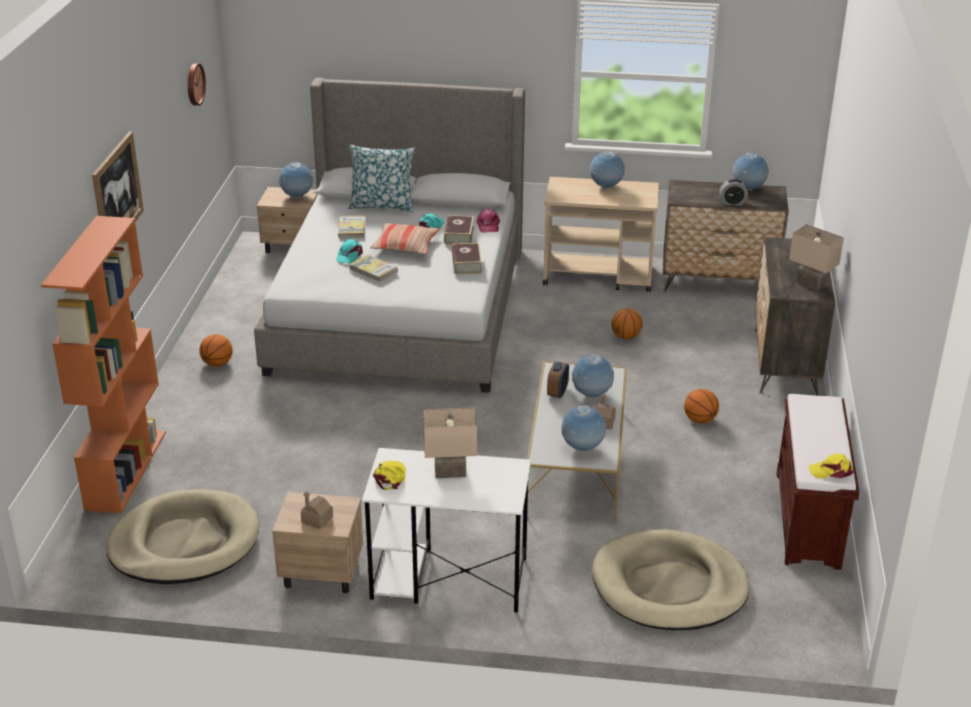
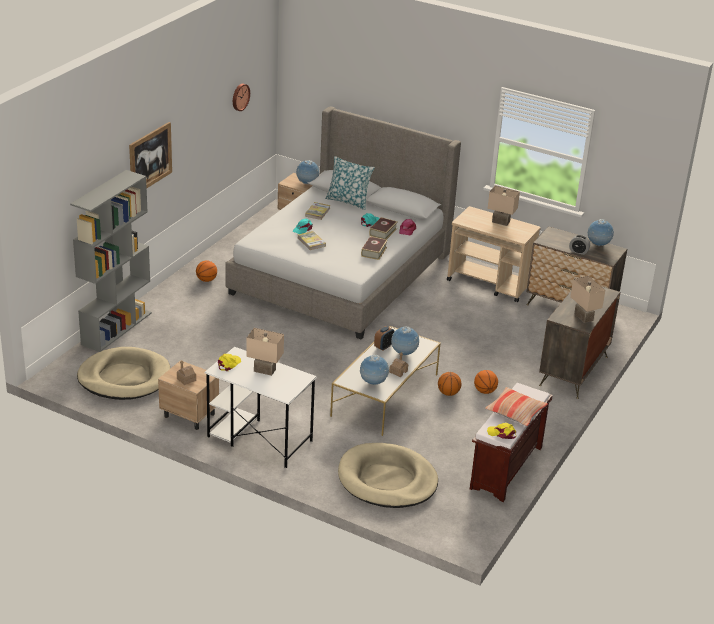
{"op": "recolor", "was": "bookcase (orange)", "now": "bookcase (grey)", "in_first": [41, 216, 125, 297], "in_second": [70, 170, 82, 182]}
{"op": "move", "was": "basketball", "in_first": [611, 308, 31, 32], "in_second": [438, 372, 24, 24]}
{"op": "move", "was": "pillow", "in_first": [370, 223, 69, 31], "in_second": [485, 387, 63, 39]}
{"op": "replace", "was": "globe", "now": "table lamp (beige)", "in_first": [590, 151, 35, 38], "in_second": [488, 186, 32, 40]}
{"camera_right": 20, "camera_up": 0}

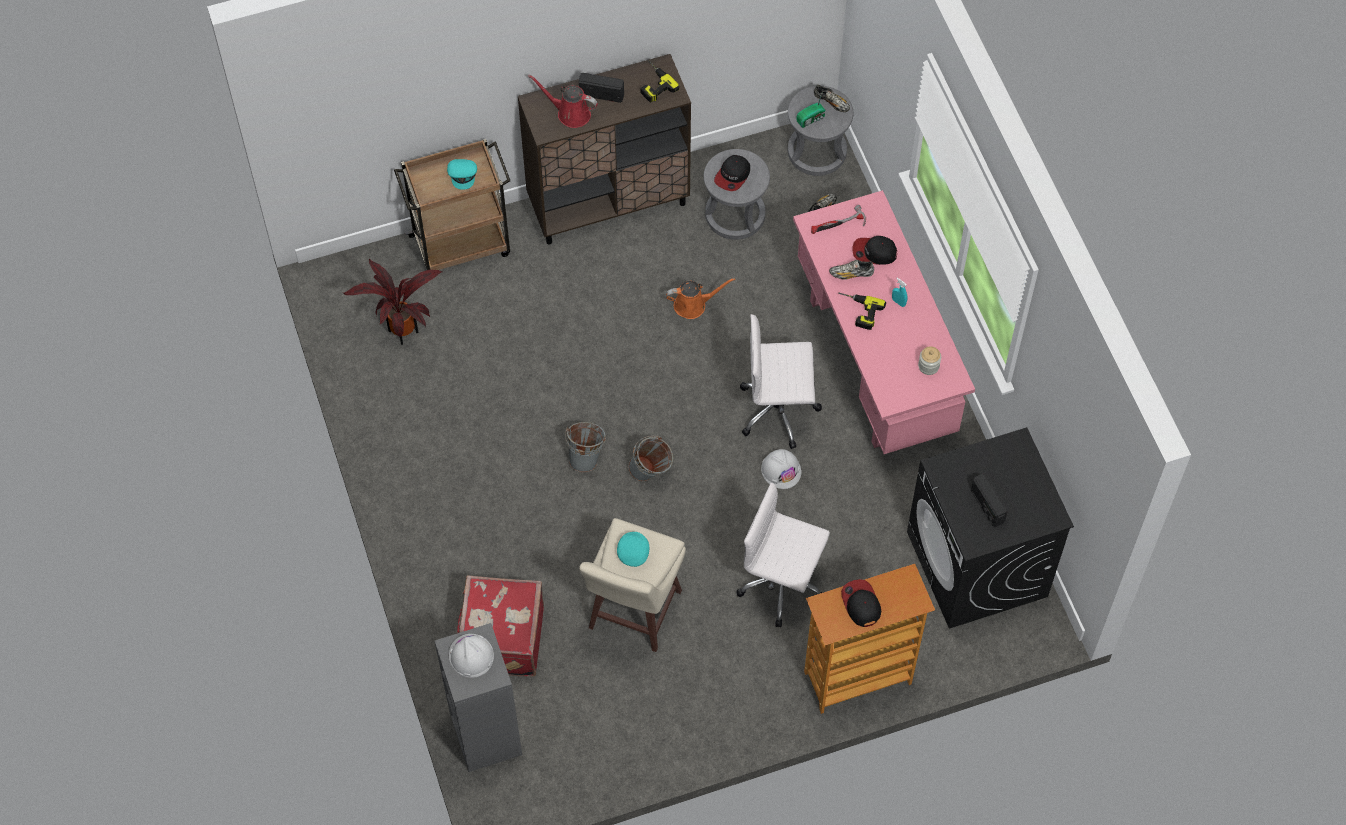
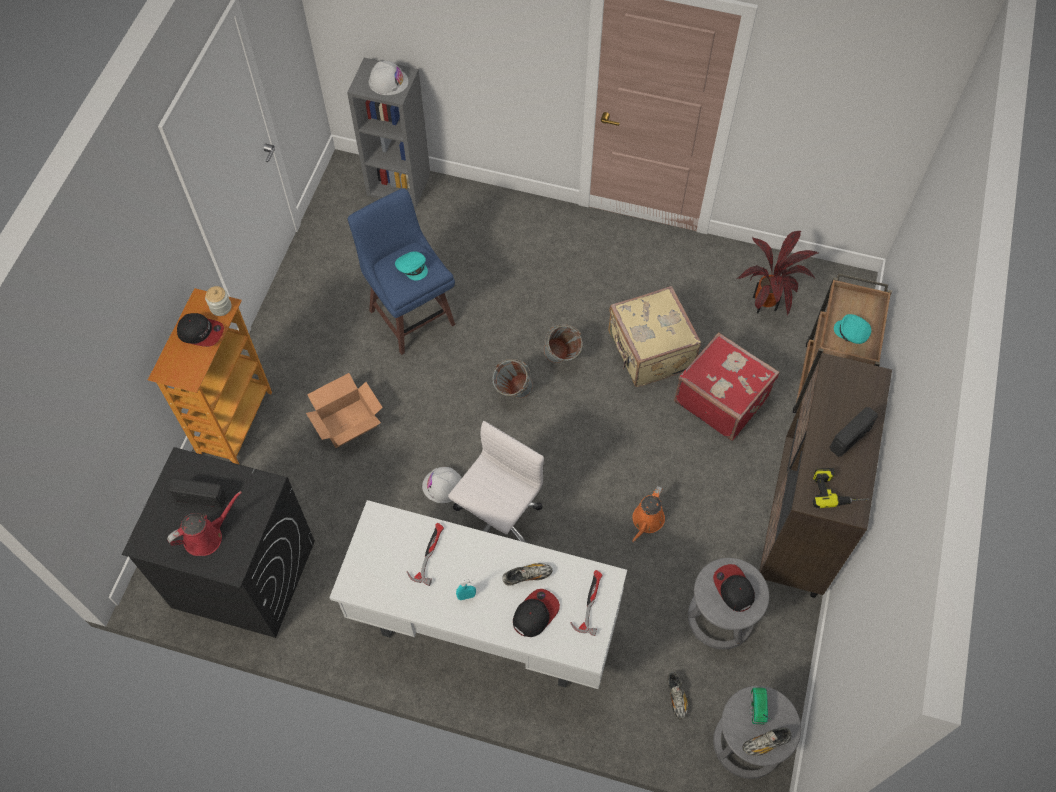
{"op": "move", "was": "watering can (red)", "in_first": [528, 75, 70, 53], "in_second": [167, 491, 75, 65]}
{"op": "move", "was": "jar", "in_first": [918, 346, 23, 29], "in_second": [205, 286, 26, 30]}
{"op": "replace", "was": "office chair (white)", "now": "cardboard box", "in_first": [736, 482, 94, 145], "in_second": [306, 373, 77, 75]}
{"op": "recolor", "was": "desk (pink)", "now": "desk (white)", "in_first": [793, 190, 182, 264], "in_second": [329, 500, 298, 189]}
{"op": "recolor", "was": "stool (beige)", "now": "stool (blue)", "in_first": [579, 518, 107, 134], "in_second": [348, 188, 108, 167]}
{"op": "insert", "now": "hammer", "in_second": [407, 523, 37, 63]}
{"op": "rotate", "was": "shoe", "in_first": [829, 260, 45, 20], "in_second": [502, 563, 50, 23], "clockwise": 45}
{"op": "insert", "now": "suitcase (beige)", "in_second": [608, 286, 93, 101]}
{"op": "move", "was": "suitcase (red)", "in_first": [456, 575, 88, 102], "in_second": [674, 332, 106, 109]}
{"op": "delete", "was": "power drill", "in_first": [838, 293, 48, 37]}
{"camera_right": 125, "camera_up": 0}

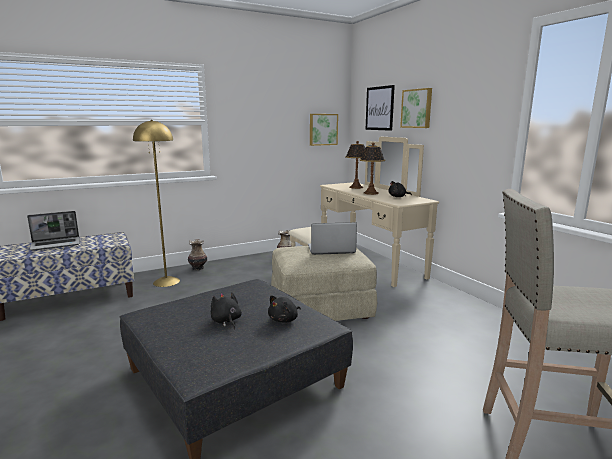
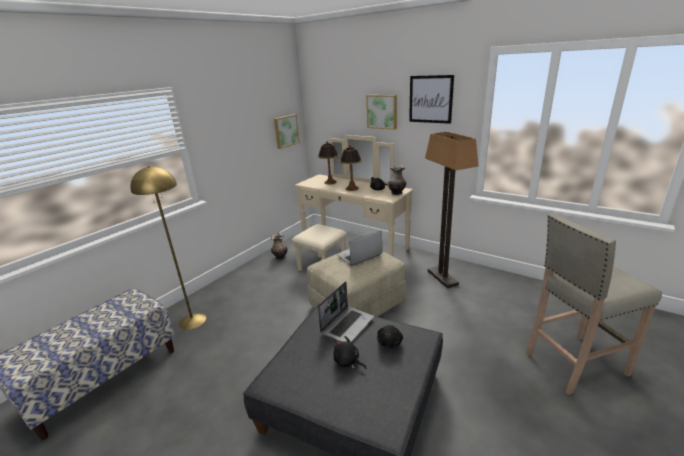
{"op": "move", "was": "laptop", "in_first": [27, 211, 53, 40], "in_second": [318, 281, 56, 61]}
{"op": "move", "was": "vase", "in_first": [188, 239, 19, 31], "in_second": [388, 165, 18, 30]}
{"op": "move", "was": "picture", "in_first": [365, 85, 30, 46], "in_second": [409, 75, 45, 49]}
{"op": "insert", "now": "floor lamp", "in_second": [425, 132, 54, 156]}
{"camera_right": -25, "camera_up": 10}

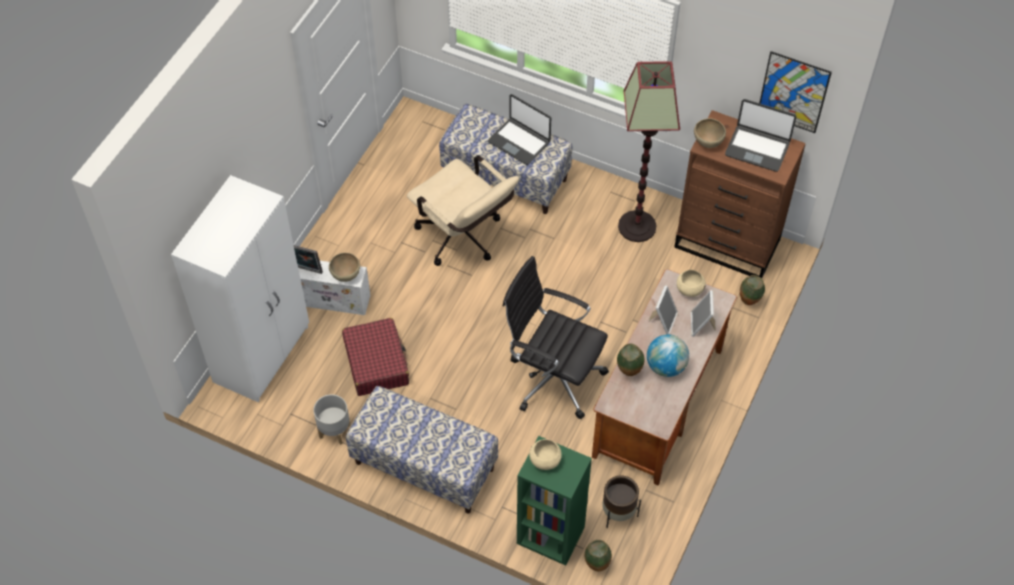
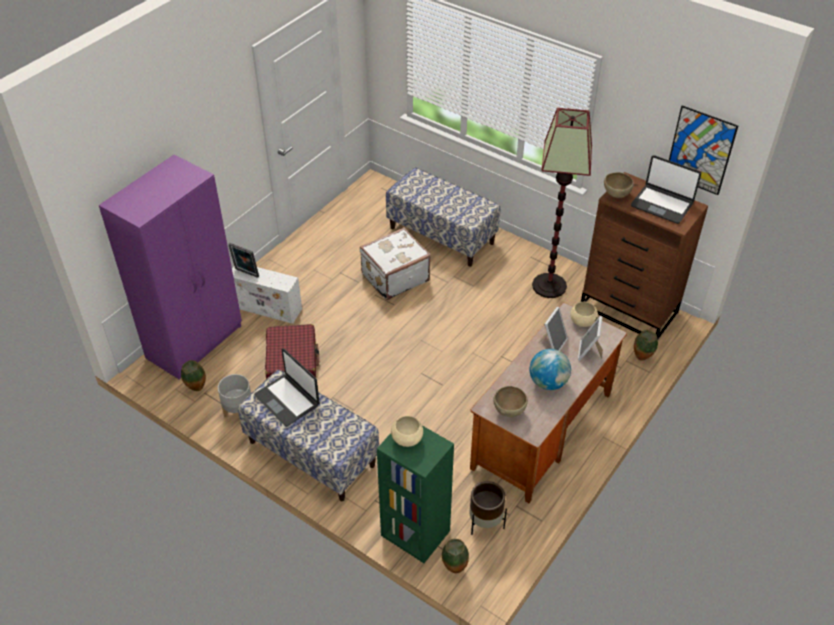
{"op": "recolor", "was": "wardrobe (white)", "now": "wardrobe (purple)", "in_first": [171, 175, 138, 227], "in_second": [99, 155, 143, 225]}
{"op": "move", "was": "vase", "in_first": [617, 344, 28, 32], "in_second": [181, 360, 25, 31]}
{"op": "move", "was": "laptop", "in_first": [488, 94, 63, 71], "in_second": [254, 348, 65, 79]}
{"op": "replace", "was": "office chair (beige)", "now": "suitcase (white)", "in_first": [407, 155, 112, 111], "in_second": [360, 227, 71, 73]}
{"op": "move", "was": "bowl (brown)", "in_first": [329, 253, 31, 29], "in_second": [493, 386, 35, 31]}
{"op": "delete", "was": "office chair (black)", "in_first": [503, 256, 106, 163]}
{"camera_right": 10, "camera_up": -10}

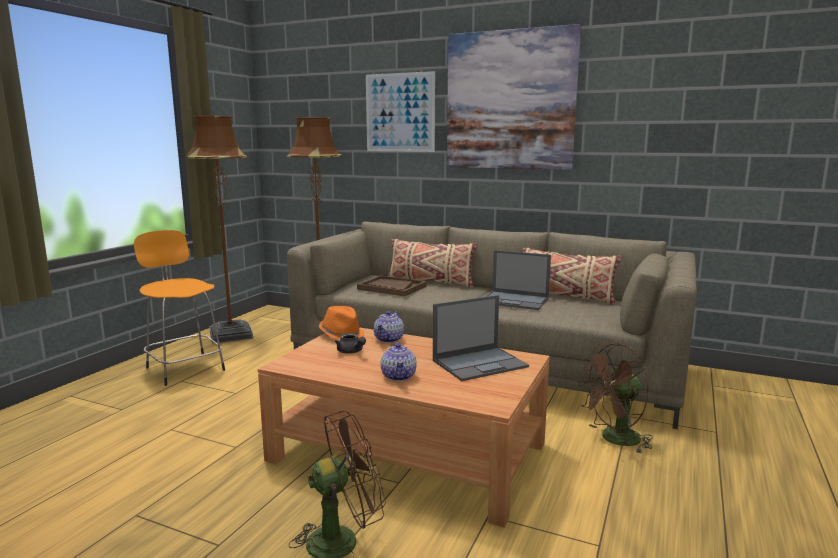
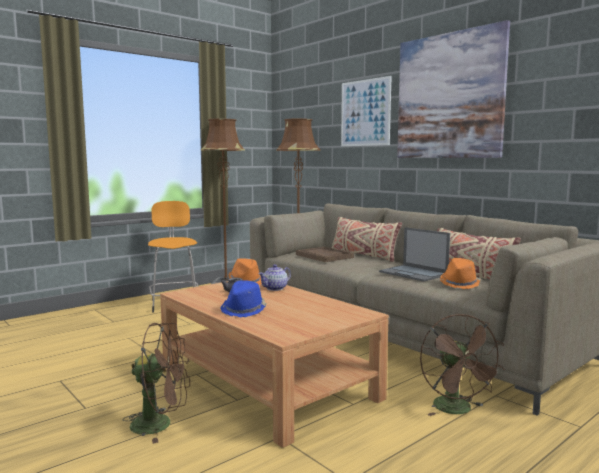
{"op": "replace", "was": "teapot", "now": "hat (blue)", "in_first": [380, 342, 37, 39], "in_second": [220, 280, 47, 37]}
{"op": "rotate", "was": "fan (brown)", "in_first": [577, 343, 76, 111], "in_second": [420, 314, 84, 102], "clockwise": -105}
{"op": "insert", "now": "hat (orange)", "in_second": [440, 258, 41, 31]}
{"op": "delete", "was": "laptop", "in_first": [433, 295, 96, 86]}
{"camera_right": 25, "camera_up": -5}

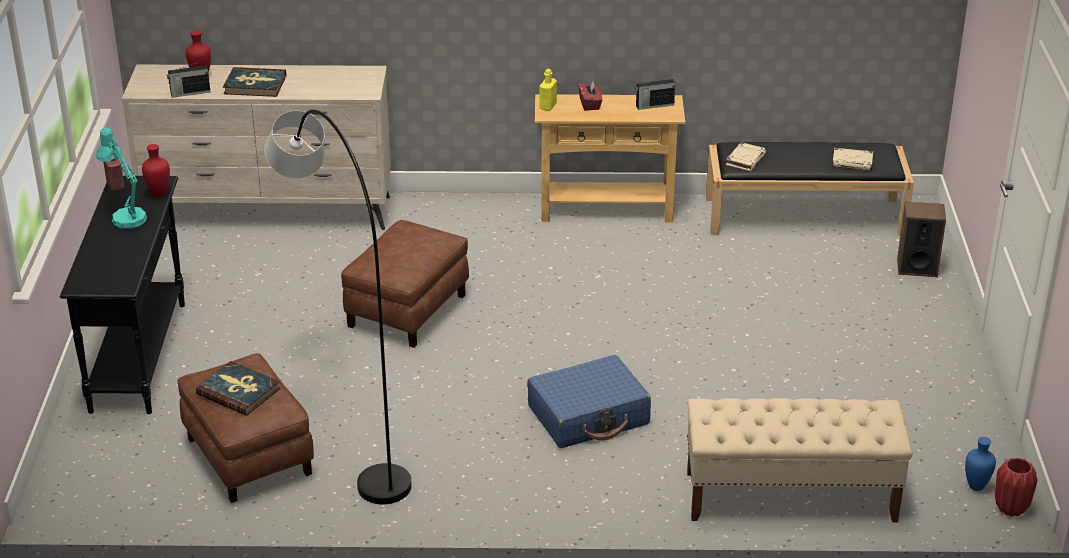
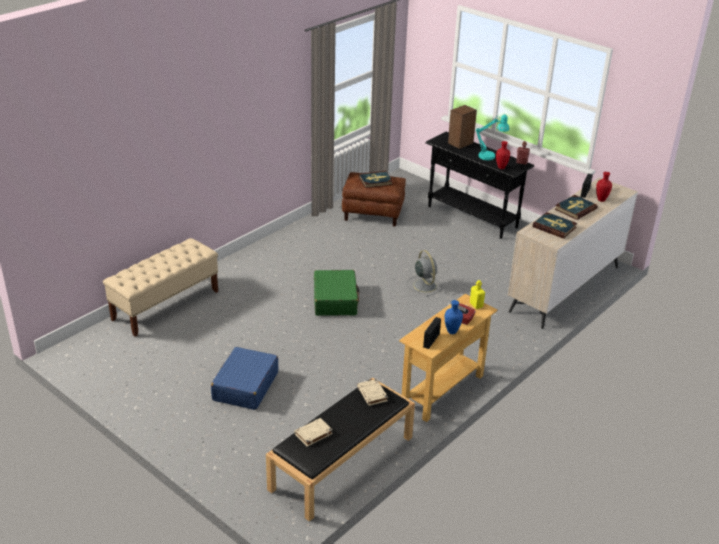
{"op": "move", "was": "suitcase (blue)", "in_first": [527, 355, 124, 93], "in_second": [211, 347, 67, 63]}
{"op": "insert", "now": "suitcase (green)", "in_second": [314, 270, 45, 46]}
{"op": "replace", "was": "ottoman (brown)", "now": "fan (grey)", "in_first": [341, 220, 128, 128], "in_second": [407, 250, 35, 47]}
{"op": "move", "was": "vase (blue)", "in_first": [965, 437, 31, 54], "in_second": [445, 300, 18, 34]}
{"op": "move", "was": "speaker", "in_first": [897, 202, 49, 75], "in_second": [448, 105, 29, 44]}
{"op": "insert", "now": "book", "in_second": [533, 212, 44, 27]}
{"op": "delete", "was": "floor lamp (grey)", "in_first": [264, 110, 148, 395]}
{"op": "delete", "was": "vase (red)", "in_first": [995, 458, 43, 59]}
{"camera_right": 130, "camera_up": 0}

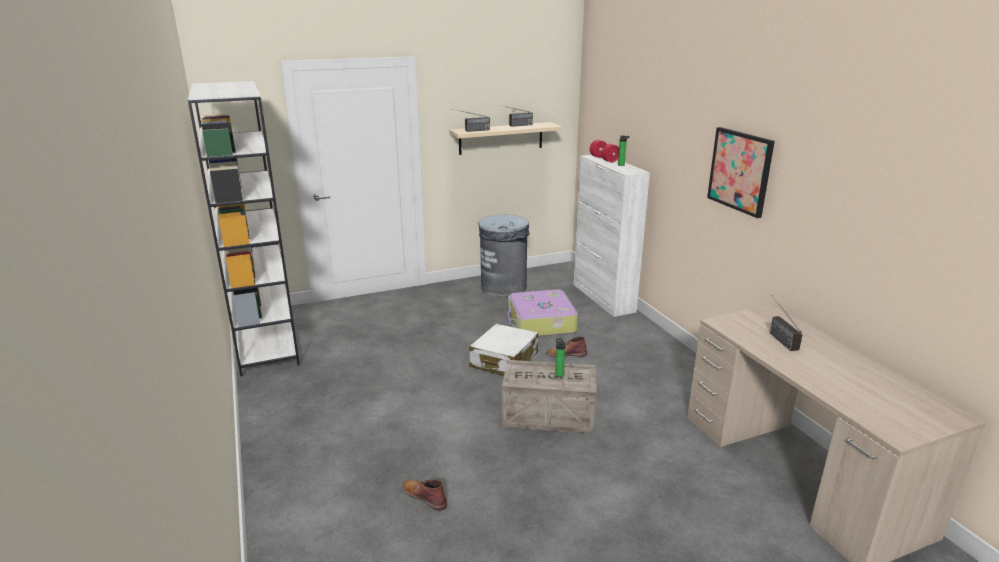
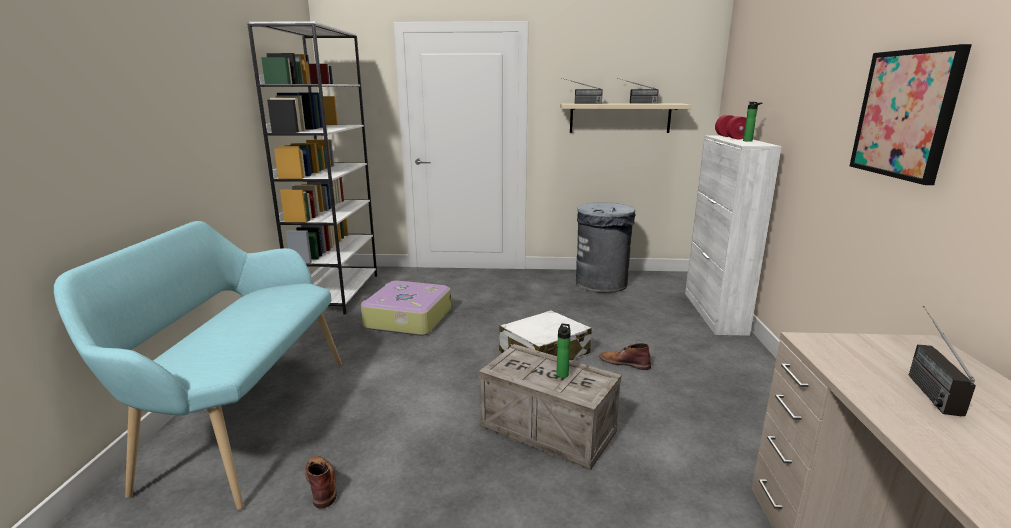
{"op": "insert", "now": "bench (turquoise)", "in_second": [54, 221, 288, 289]}
{"op": "move", "was": "suitcase", "in_first": [507, 290, 71, 47], "in_second": [361, 281, 90, 55]}
{"camera_right": 25, "camera_up": -5}

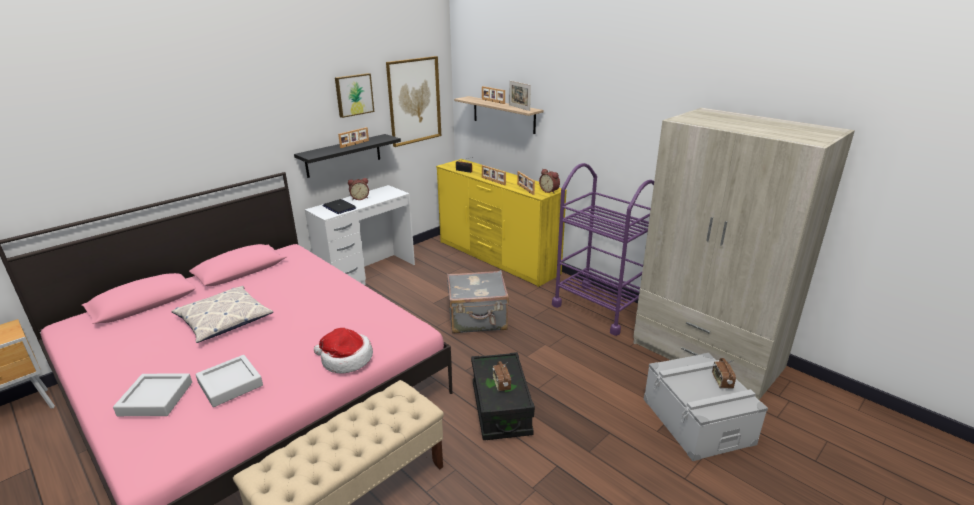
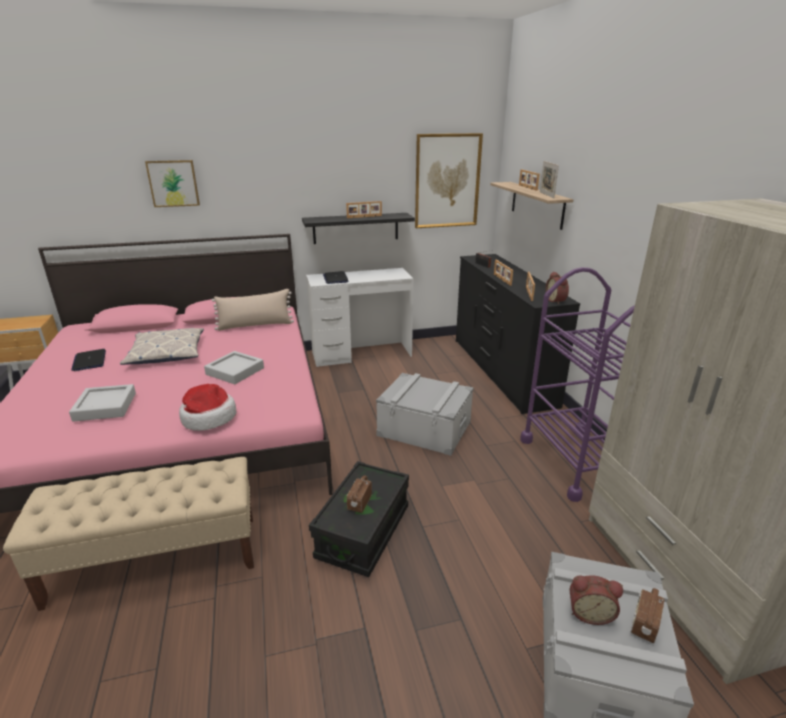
{"op": "insert", "now": "laptop", "in_second": [71, 349, 35, 22]}
{"op": "move", "was": "picture", "in_first": [335, 73, 39, 45], "in_second": [145, 160, 55, 47]}
{"op": "move", "was": "tray (grey)", "in_first": [113, 373, 79, 43], "in_second": [204, 351, 60, 33]}
{"op": "insert", "now": "pillow (beige)", "in_second": [212, 289, 82, 42]}
{"op": "replace", "was": "suitcase (grey)", "now": "storage box (grey)", "in_first": [447, 270, 62, 64], "in_second": [376, 373, 98, 83]}
{"op": "recolor", "was": "dresser (yellow)", "now": "dresser (black)", "in_first": [436, 159, 131, 128], "in_second": [456, 254, 124, 160]}
{"op": "move", "was": "alarm clock", "in_first": [348, 178, 21, 22], "in_second": [570, 575, 53, 50]}
{"camera_right": 30, "camera_up": 0}

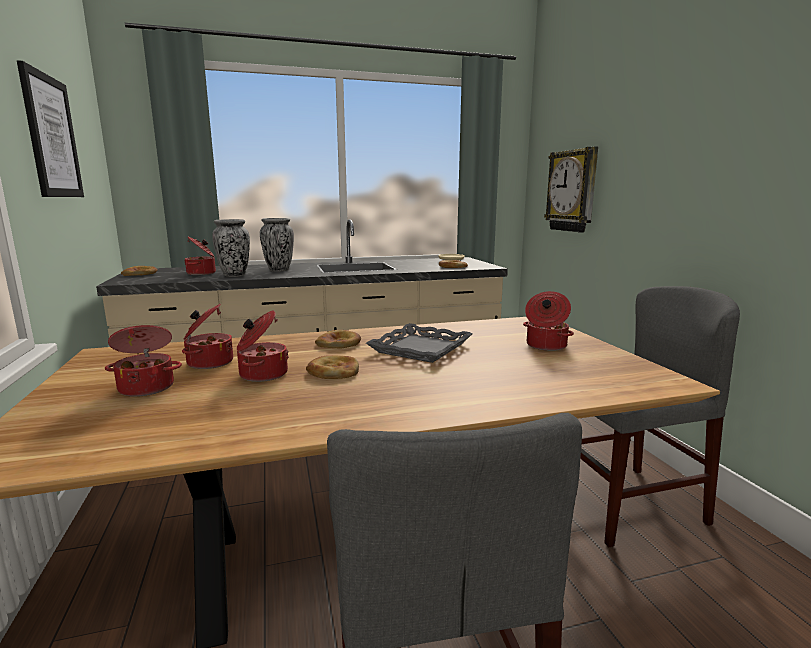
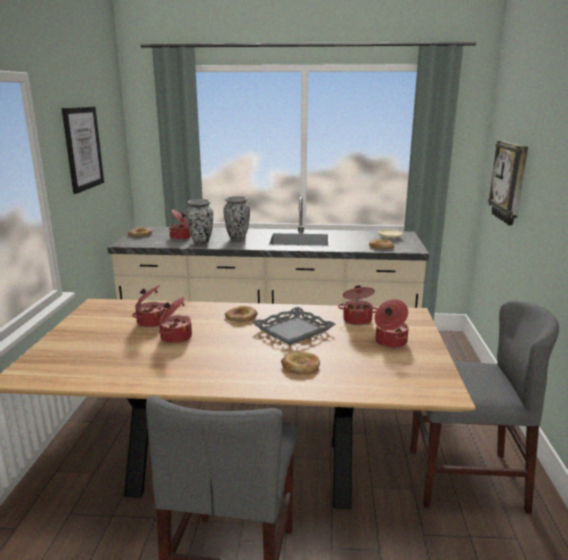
{"op": "move", "was": "bread", "in_first": [306, 355, 53, 24], "in_second": [281, 351, 39, 24]}
{"op": "move", "was": "cooking pot", "in_first": [105, 325, 77, 72], "in_second": [338, 285, 40, 40]}
{"camera_right": 20, "camera_up": 5}

